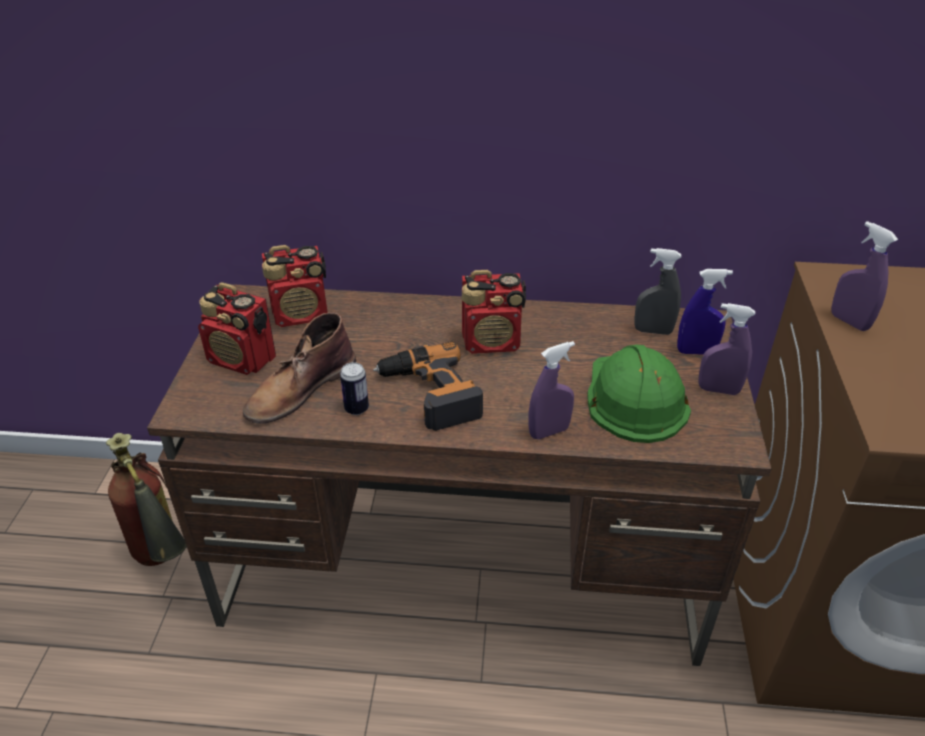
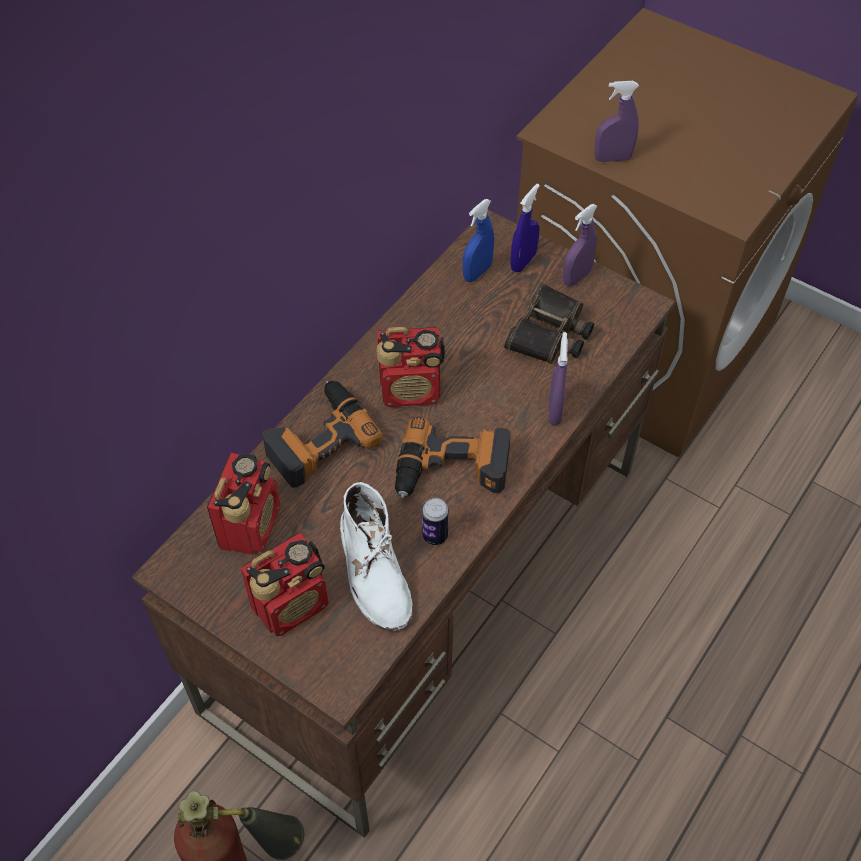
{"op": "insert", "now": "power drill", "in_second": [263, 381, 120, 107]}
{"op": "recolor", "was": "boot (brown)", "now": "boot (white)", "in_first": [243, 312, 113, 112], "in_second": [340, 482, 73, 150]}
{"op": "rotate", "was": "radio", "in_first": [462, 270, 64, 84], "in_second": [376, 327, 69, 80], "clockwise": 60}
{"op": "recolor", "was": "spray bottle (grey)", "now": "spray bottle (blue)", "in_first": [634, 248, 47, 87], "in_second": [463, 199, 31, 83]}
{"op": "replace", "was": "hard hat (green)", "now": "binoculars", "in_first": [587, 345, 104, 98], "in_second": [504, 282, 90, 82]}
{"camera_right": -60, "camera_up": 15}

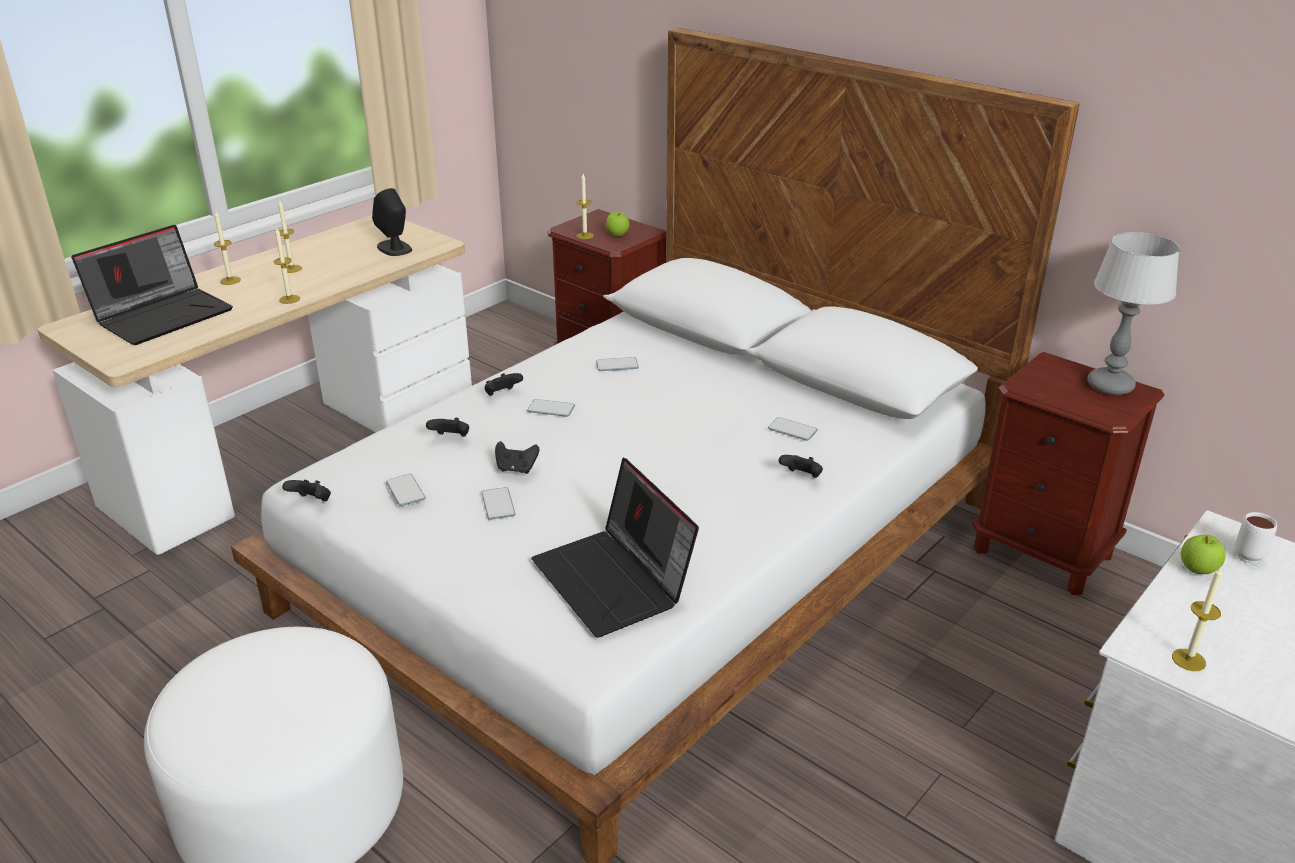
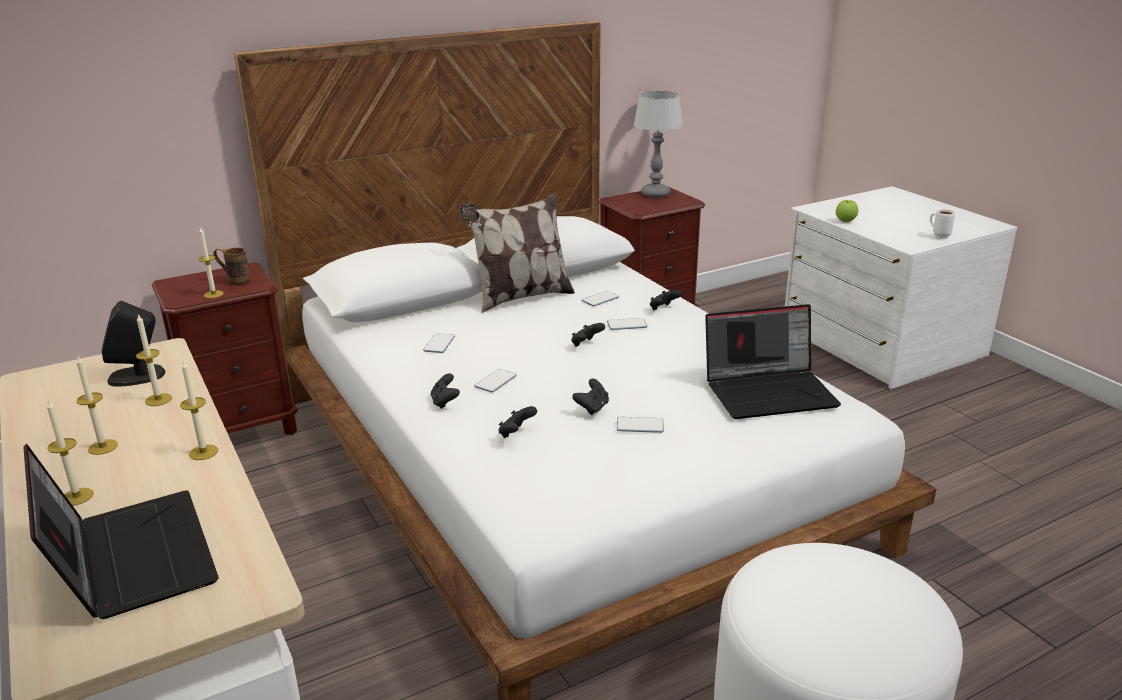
{"op": "move", "was": "candle", "in_first": [1172, 567, 51, 104], "in_second": [136, 314, 36, 92]}
{"op": "replace", "was": "apple", "now": "mug (brown)", "in_first": [606, 212, 24, 25], "in_second": [213, 247, 37, 39]}
{"op": "insert", "now": "pillow", "in_second": [459, 193, 116, 120]}
{"op": "move", "was": "game controller (black)", "in_first": [282, 480, 49, 22], "in_second": [571, 323, 34, 24]}
{"op": "move", "was": "phone", "in_first": [386, 474, 40, 32], "in_second": [607, 318, 40, 12]}
{"op": "move", "was": "mug (white)", "in_first": [1235, 512, 42, 51], "in_second": [930, 209, 25, 30]}
{"camera_right": -70, "camera_up": -5}

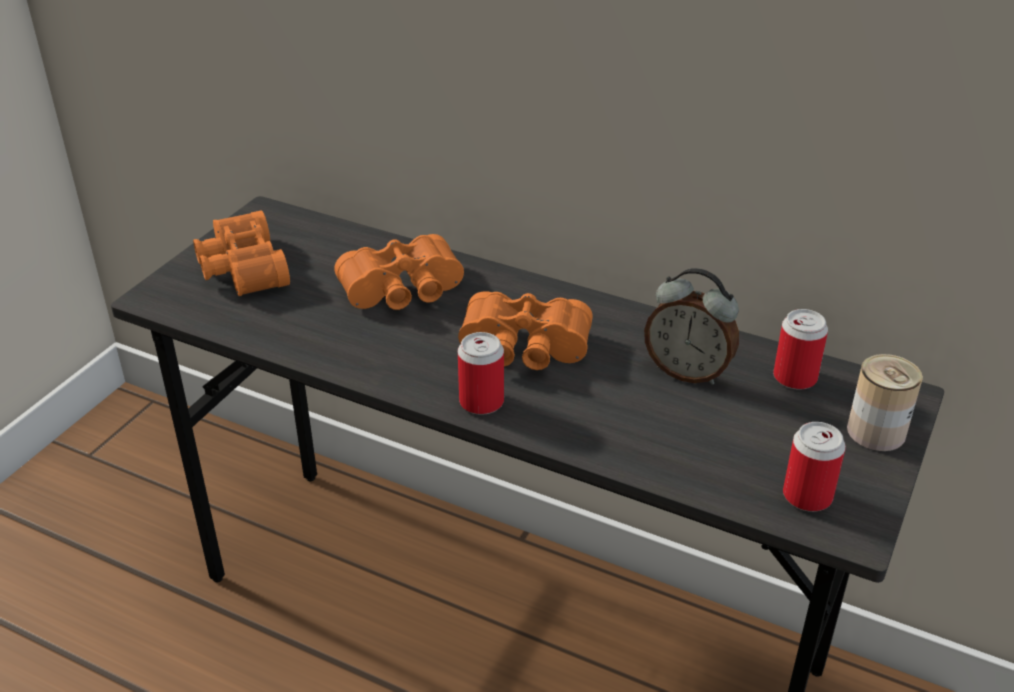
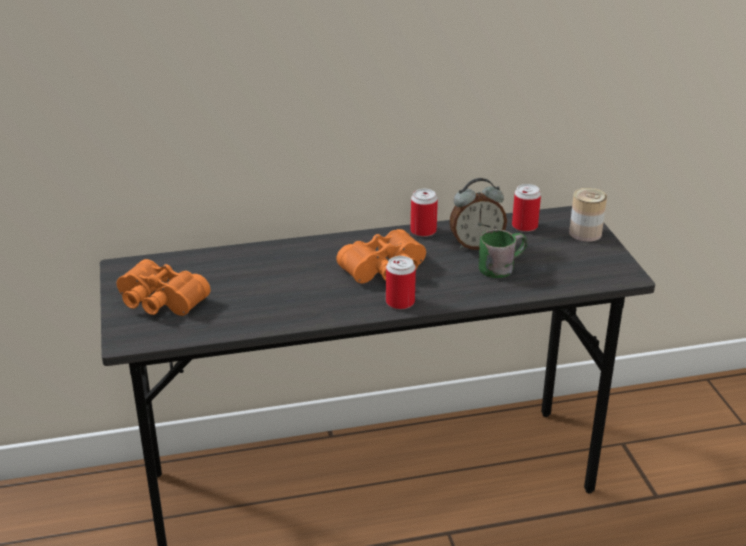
{"op": "move", "was": "can", "in_first": [783, 422, 63, 90], "in_second": [410, 189, 28, 48]}
{"op": "insert", "now": "mug (green)", "in_second": [479, 229, 49, 49]}
{"op": "delete", "was": "binoculars (orange)", "in_first": [334, 234, 130, 76]}
{"camera_right": -40, "camera_up": -5}

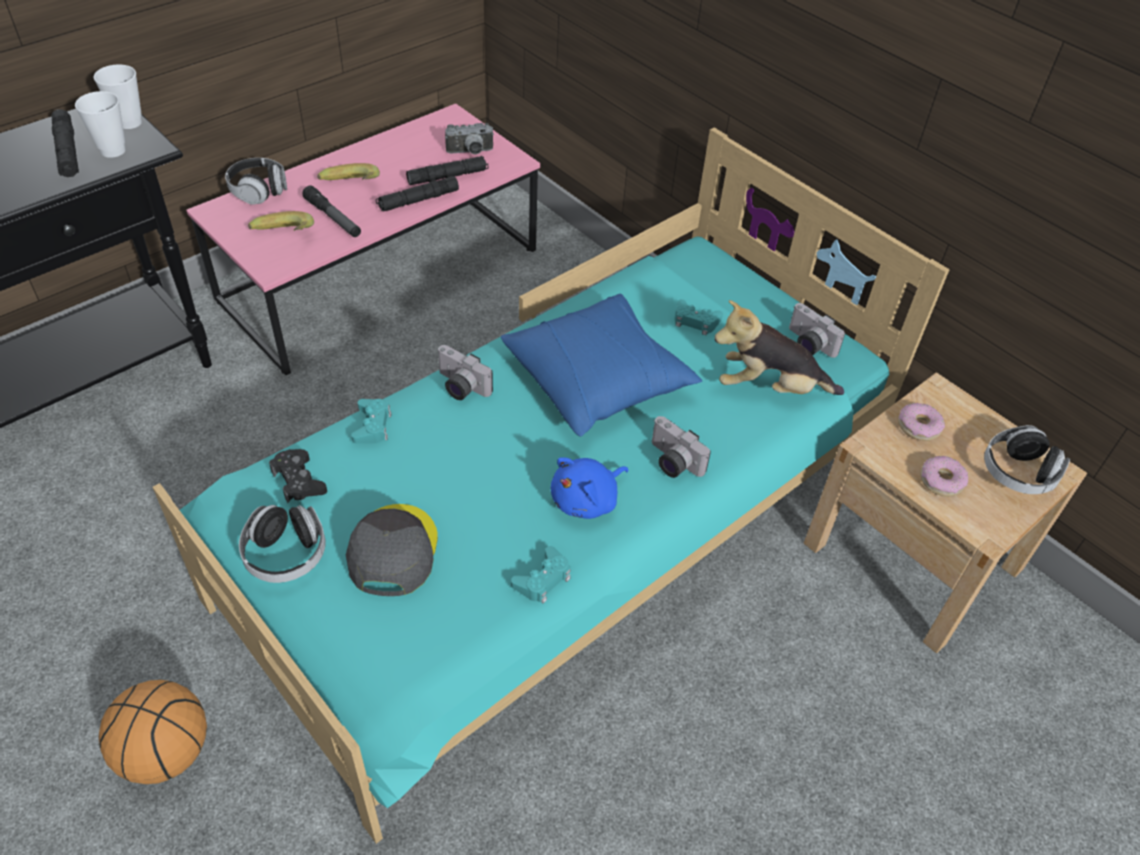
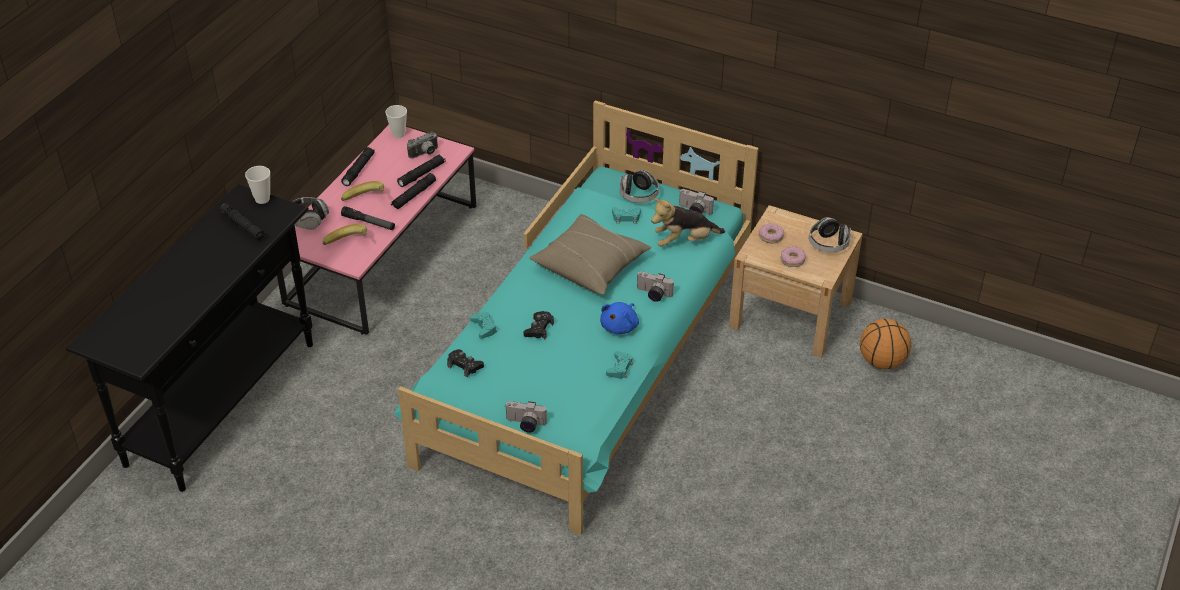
{"op": "insert", "now": "flashlight (black)", "in_second": [341, 147, 34, 39]}
{"op": "move", "was": "cup", "in_first": [75, 91, 50, 67], "in_second": [385, 105, 22, 33]}
{"op": "move", "was": "photo camera", "in_first": [437, 345, 56, 55], "in_second": [505, 401, 42, 32]}
{"op": "insert", "now": "game controller (black)", "in_second": [524, 311, 30, 29]}
{"op": "recolor", "was": "pillow (blue)", "now": "pillow (beige)", "in_first": [501, 294, 201, 143], "in_second": [530, 214, 121, 81]}
{"op": "move", "was": "headphones", "in_first": [239, 505, 87, 78], "in_second": [620, 170, 39, 33]}
{"op": "move", "was": "basketball", "in_first": [99, 680, 108, 104], "in_second": [860, 319, 51, 50]}
{"op": "delete", "was": "cap (grey)", "in_first": [346, 504, 92, 92]}
{"camera_right": -20, "camera_up": -5}

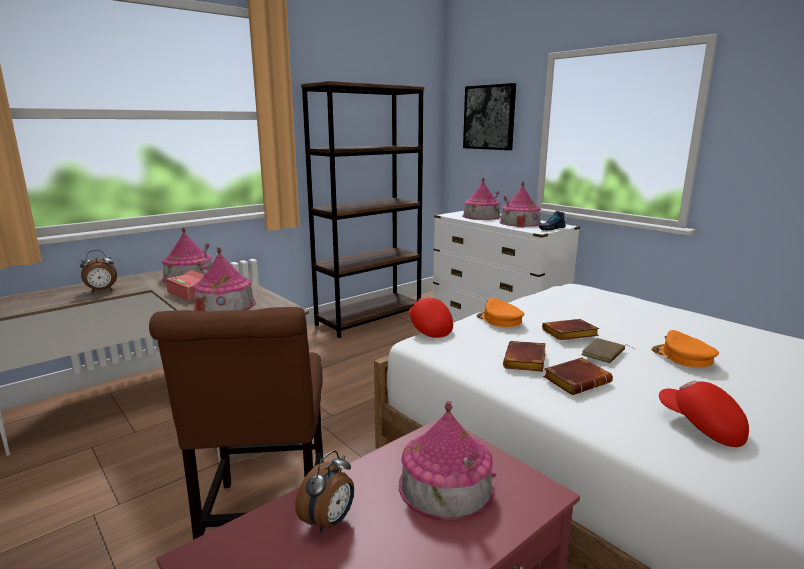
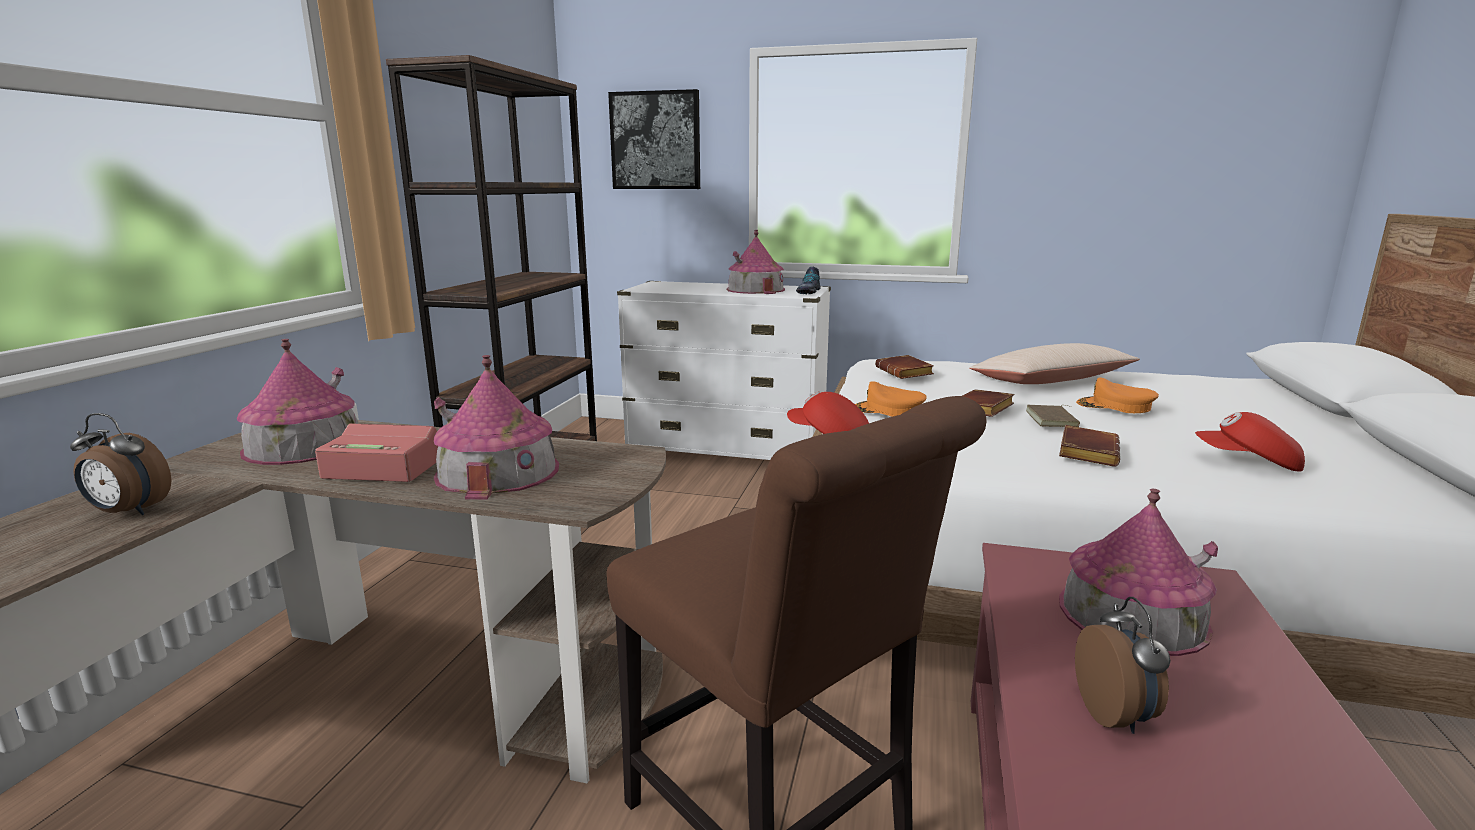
{"op": "rotate", "was": "alarm clock", "in_first": [80, 250, 37, 43], "in_second": [70, 413, 102, 102], "clockwise": 75}
{"op": "move", "was": "book (brown)", "in_first": [503, 341, 43, 31], "in_second": [875, 355, 59, 24]}
{"op": "insert", "now": "pillow (beige)", "in_second": [969, 343, 171, 41]}
{"op": "delete", "was": "toy house", "in_first": [462, 178, 39, 42]}
{"camera_right": -35, "camera_up": 0}

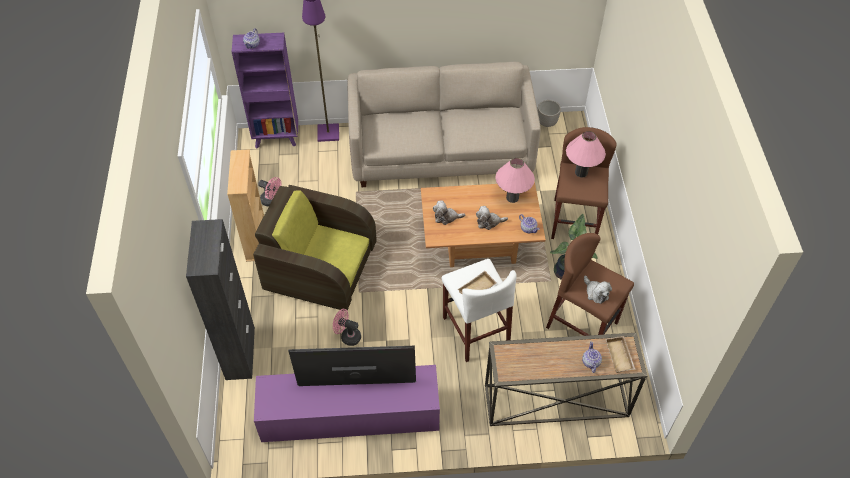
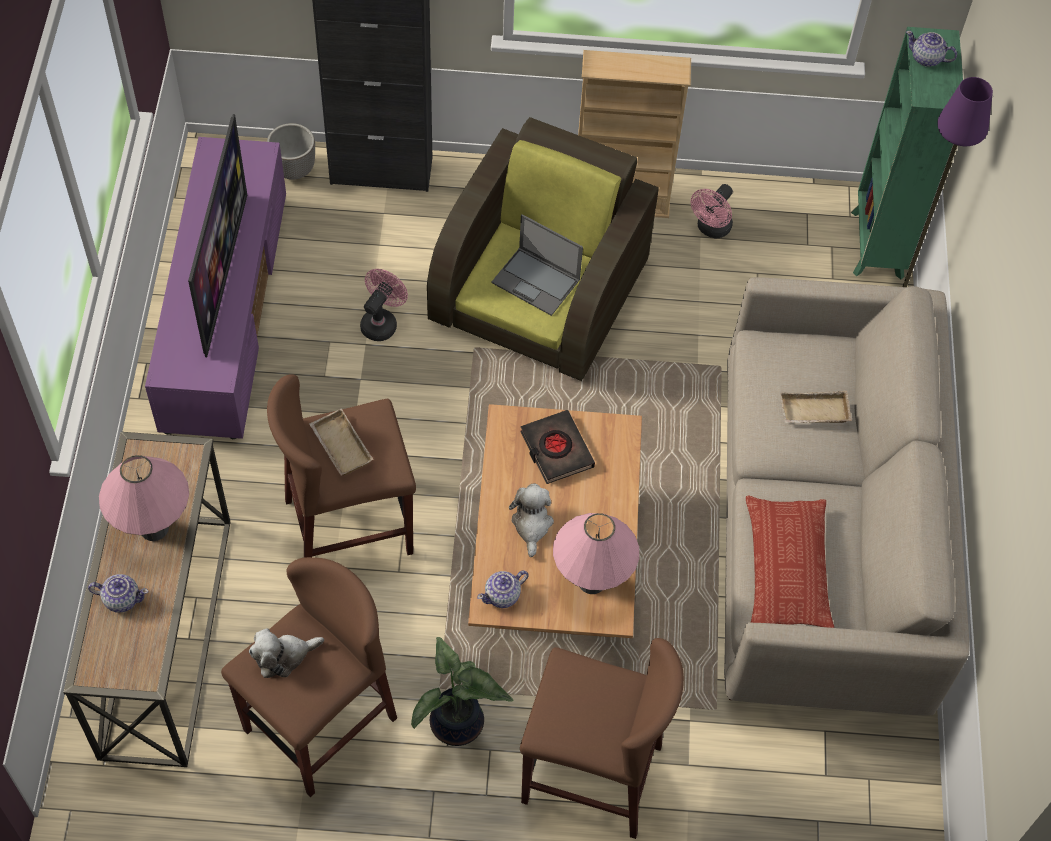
{"op": "move", "was": "table lamp (pink)", "in_first": [566, 131, 40, 47], "in_second": [99, 455, 90, 86]}
{"op": "move", "was": "planter", "in_first": [537, 100, 24, 27], "in_second": [267, 123, 48, 56]}
{"op": "recolor", "was": "stool (white)", "now": "stool (brown)", "in_first": [442, 259, 75, 103], "in_second": [267, 374, 149, 184]}
{"op": "insert", "now": "laptop", "in_second": [491, 214, 92, 102]}
{"op": "replace", "was": "plush toy", "now": "book (black)", "in_first": [433, 201, 32, 24], "in_second": [520, 410, 75, 74]}
{"op": "insert", "now": "pillow", "in_second": [746, 496, 88, 132]}
{"op": "move", "was": "tray (beige)", "in_first": [606, 336, 29, 37], "in_second": [780, 390, 72, 33]}
{"op": "recolor", "was": "bookcase (purple)", "now": "bookcase (green)", "in_first": [232, 33, 66, 115], "in_second": [851, 27, 112, 252]}
{"camera_right": 95, "camera_up": 5}

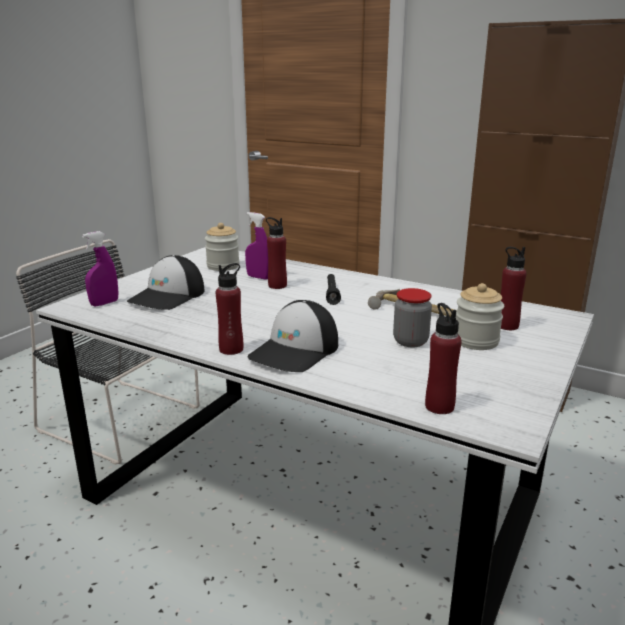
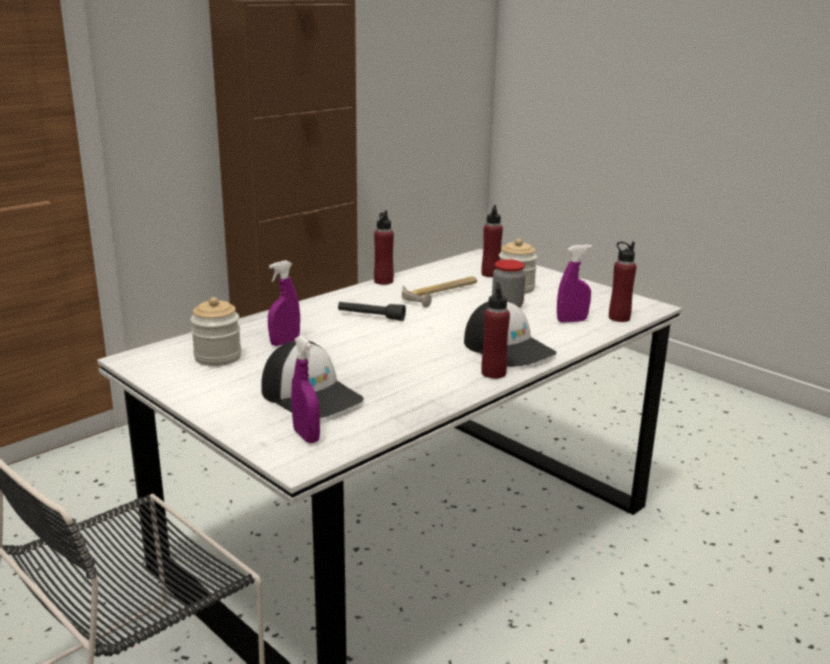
{"op": "move", "was": "bottle (red)", "in_first": [266, 217, 21, 72], "in_second": [374, 210, 20, 75]}
{"op": "insert", "now": "spray bottle (purple)", "in_second": [557, 244, 35, 79]}
{"camera_right": -75, "camera_up": 0}

